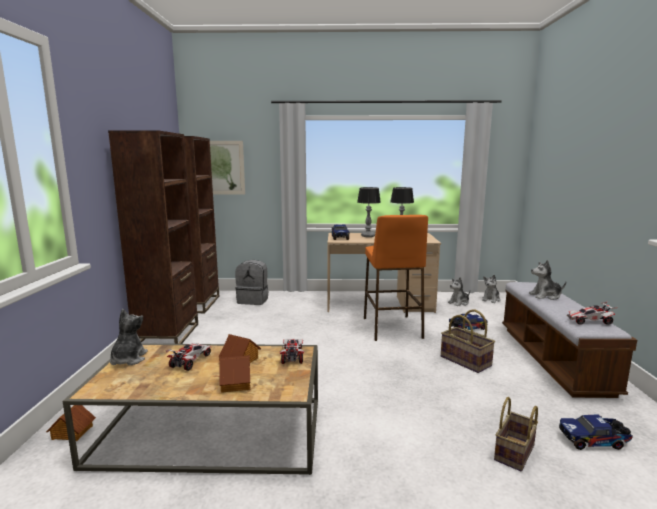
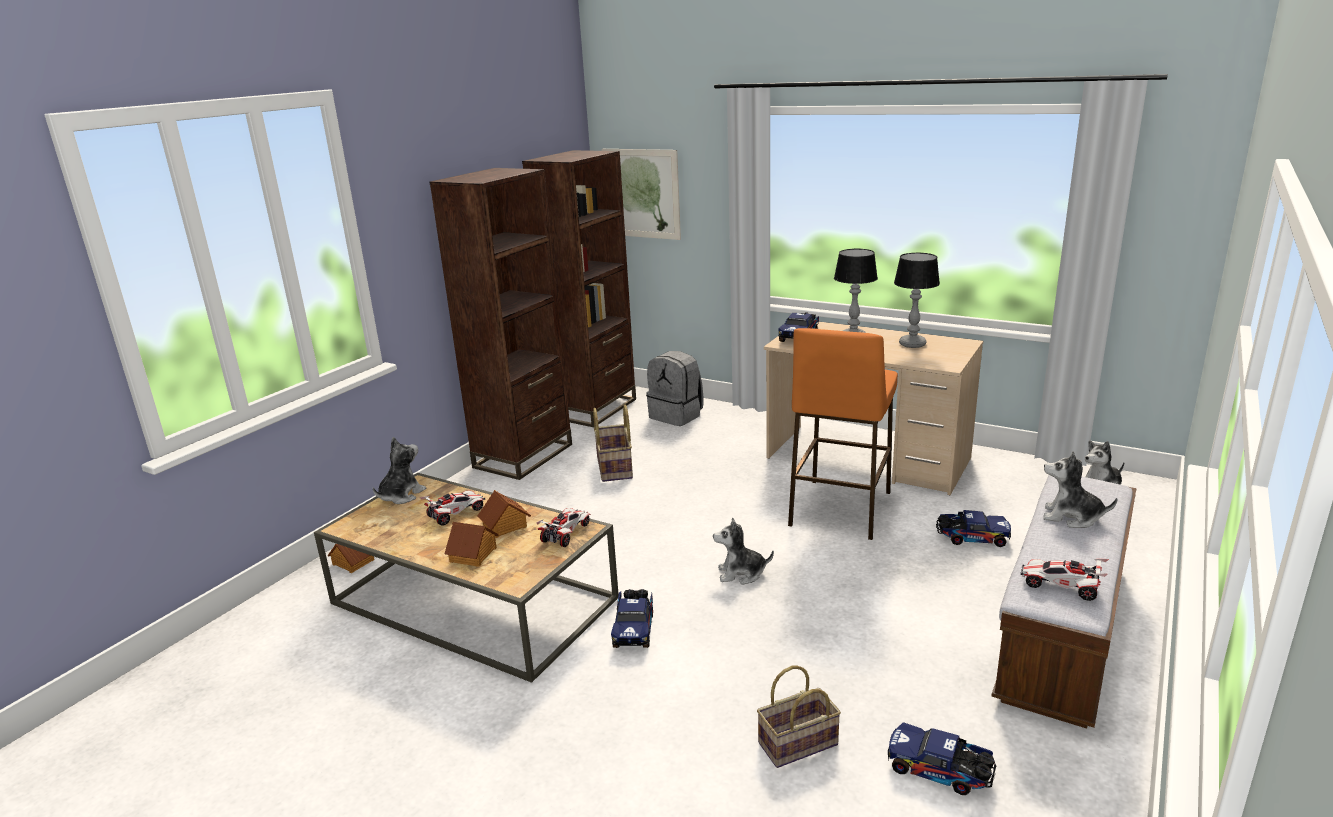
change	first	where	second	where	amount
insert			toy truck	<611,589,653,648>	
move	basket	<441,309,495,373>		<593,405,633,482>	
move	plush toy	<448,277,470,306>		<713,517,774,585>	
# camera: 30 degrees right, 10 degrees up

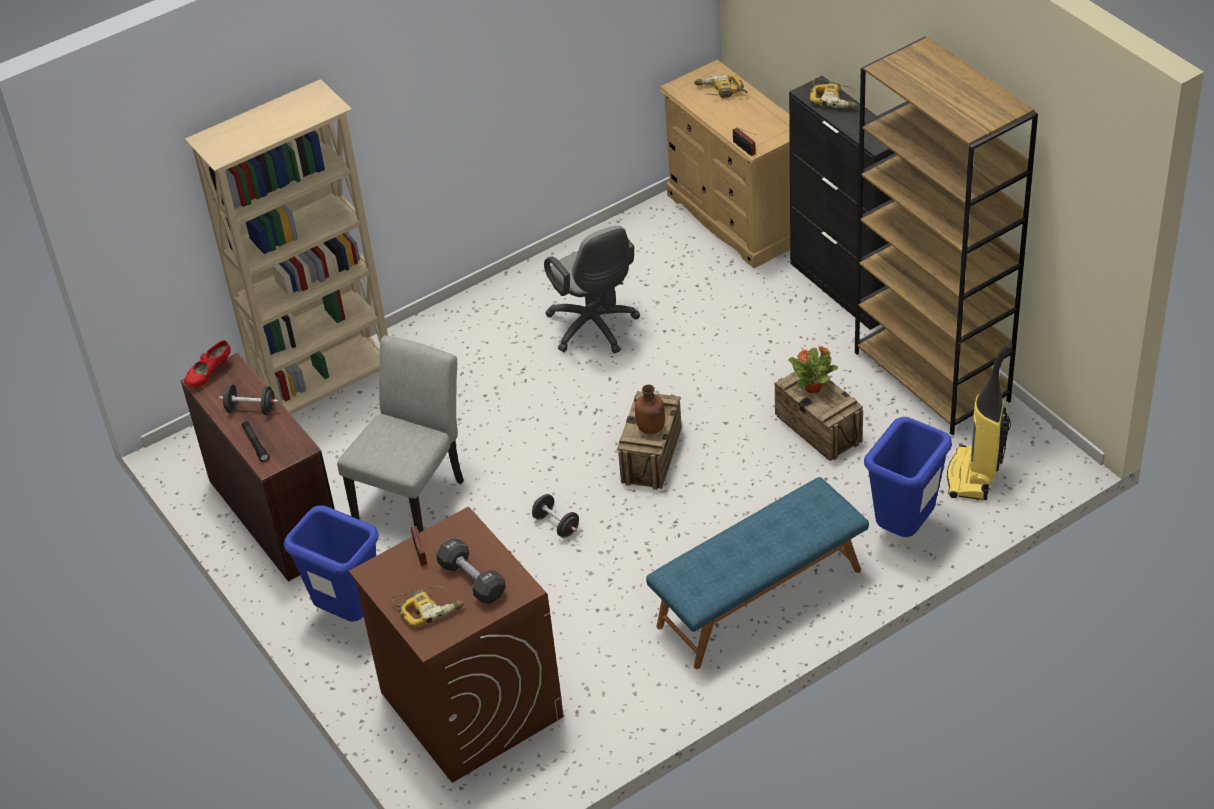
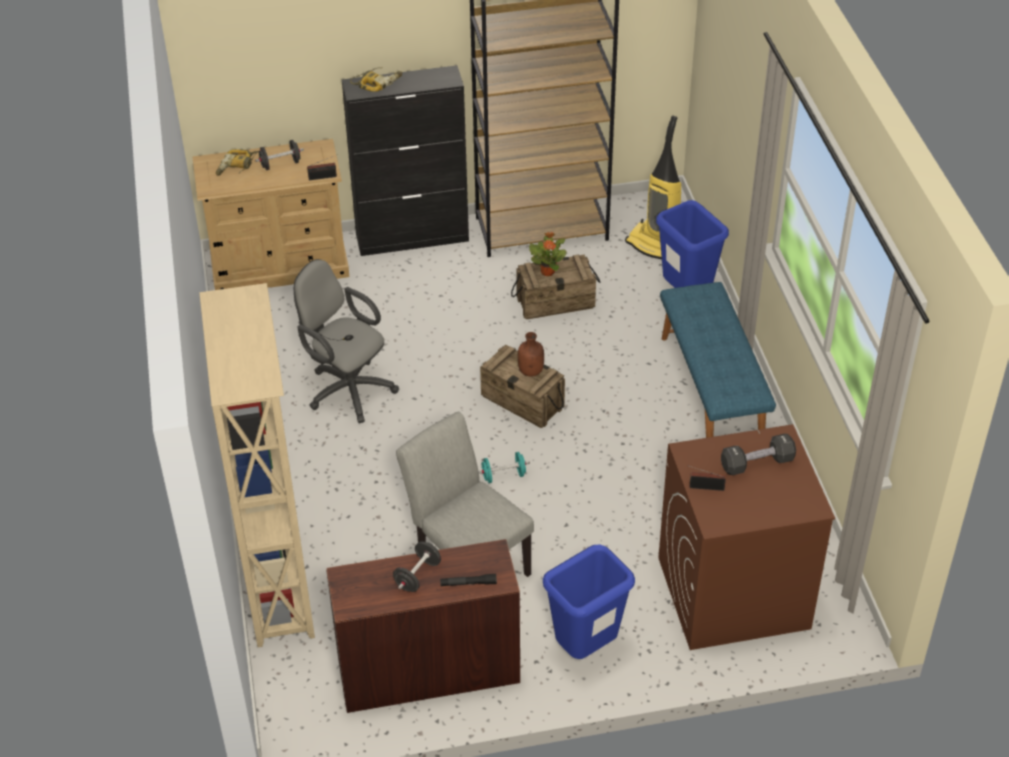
change	first	where	second	where	amount
delete	red shoe	<184,340,231,388>			
delete	power drill	<391,586,464,626>			
insert			turquoise dumbbell	<479,452,530,483>	
move	black dumbbell	<532,494,579,538>		<255,140,304,170>	
rotate	grey office chair	<544,225,640,354>		<294,259,399,423>	135 degrees counterclockwise
# camera: 70 degrees left, 0 degrees up

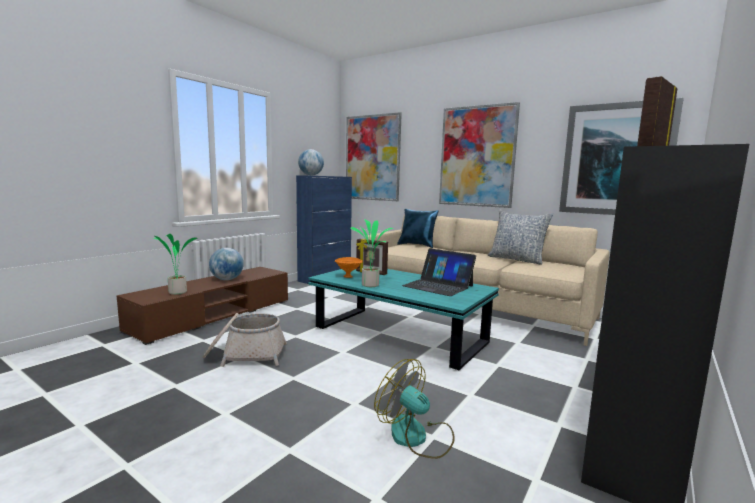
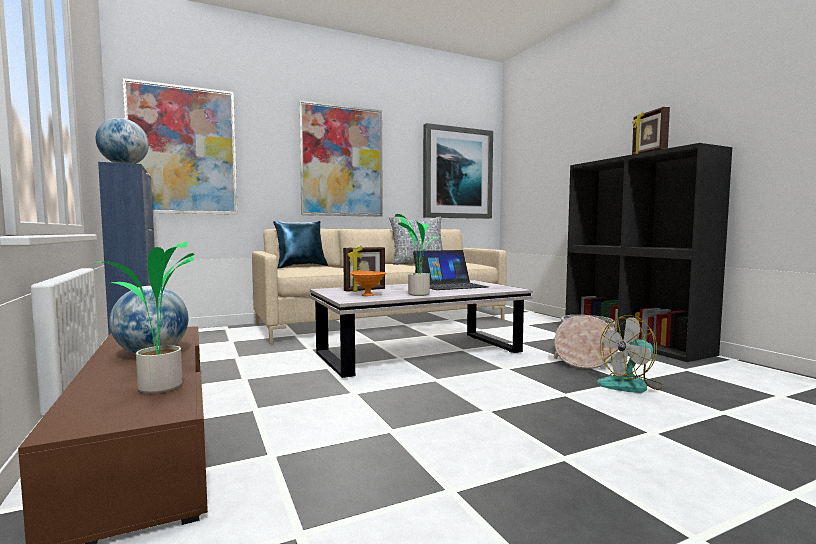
change	first	where	second	where	amount
move	basket	<203,313,287,367>		<553,315,618,369>	
recolor	turquoise coffee table	<308,269,499,370>	white coffee table	<310,280,533,378>	
# camera: 60 degrees left, 5 degrees down

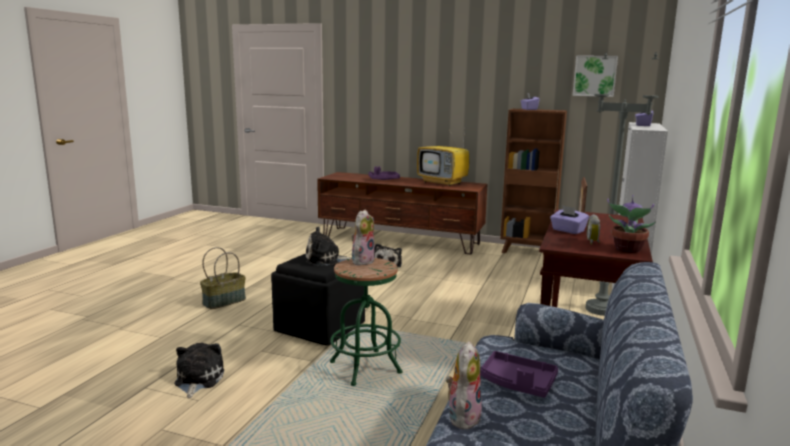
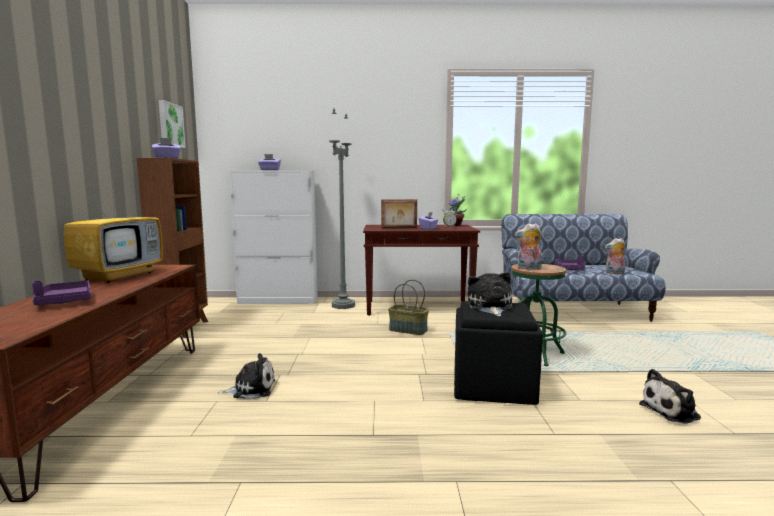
change	first	where	second	where	amount
move	basket	<200,247,246,309>		<388,280,429,335>	
rotate	plush toy	<306,227,352,265>		<468,272,513,316>	150 degrees counterclockwise
# camera: 110 degrees left, 5 degrees down

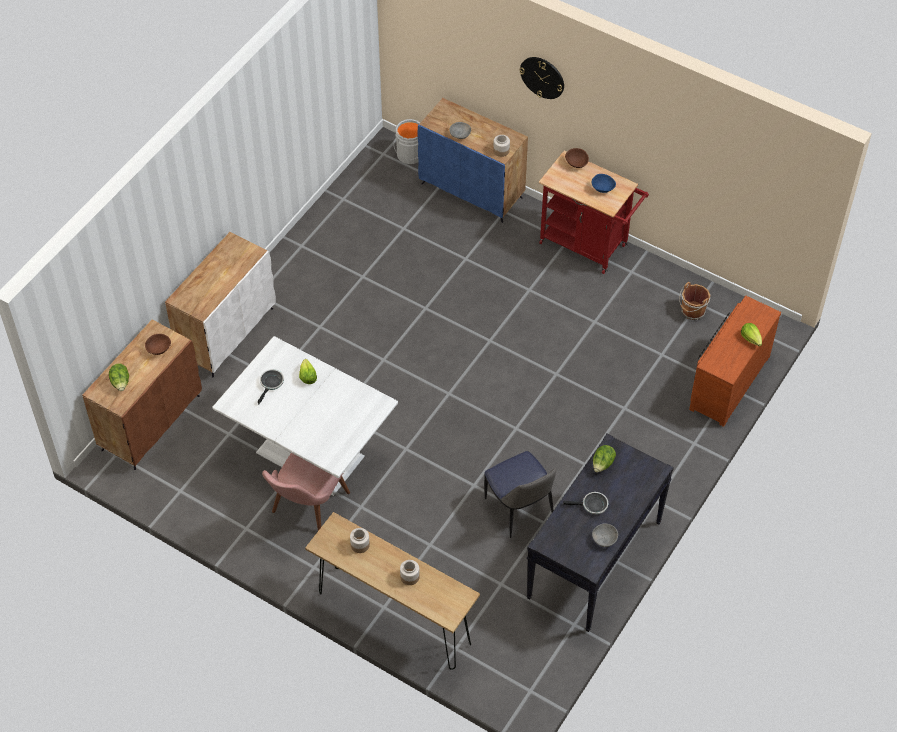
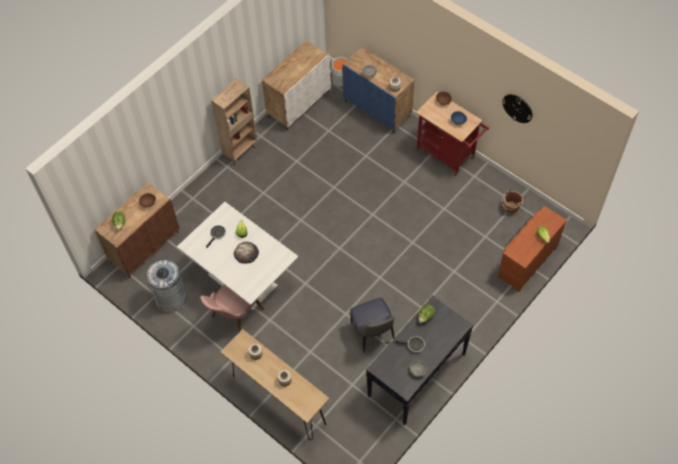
change	first	where	second	where	amount
insert			grey trash can	<146,259,187,313>	
insert			brown bookcase	<211,78,257,166>	
insert			bread	<234,242,259,264>	
move	white cabinet	<165,232,276,377>		<262,40,331,130>	
move	wall clock	<520,57,564,99>		<502,94,532,123>	
# camera: 10 degrees right, 5 degrees up

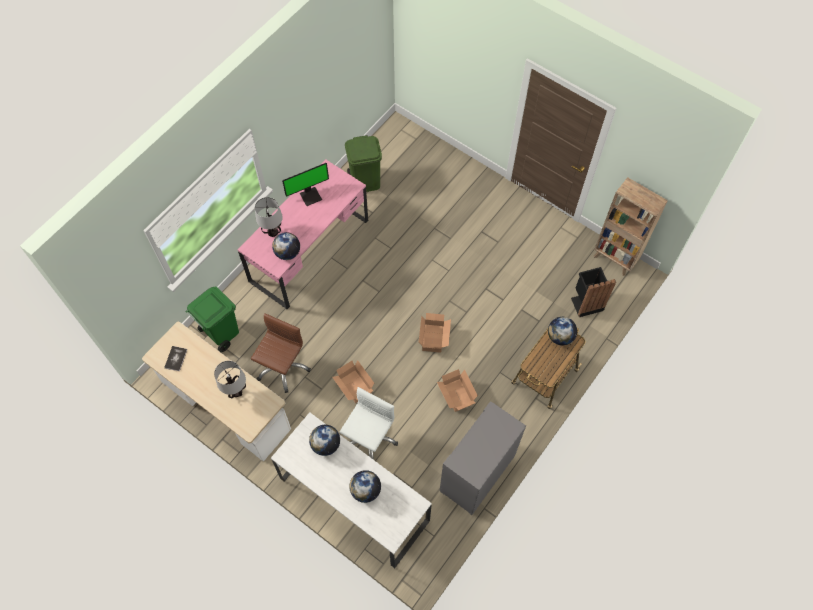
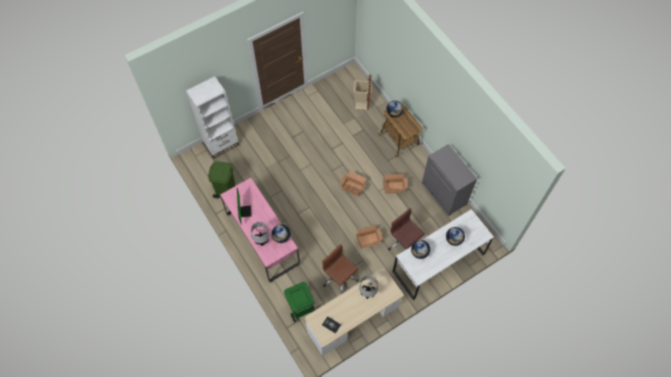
change	first	where	second	where	amount
delete	brown bookcase	<594,177,668,276>			
insert			white bookcase	<186,76,239,159>	
recolor	white office chair	<340,387,398,460>	brown office chair	<388,208,425,251>	
recolor	black trash can	<571,267,616,317>	beige trash can	<354,75,372,110>	
# camera: 70 degrees left, 0 degrees up

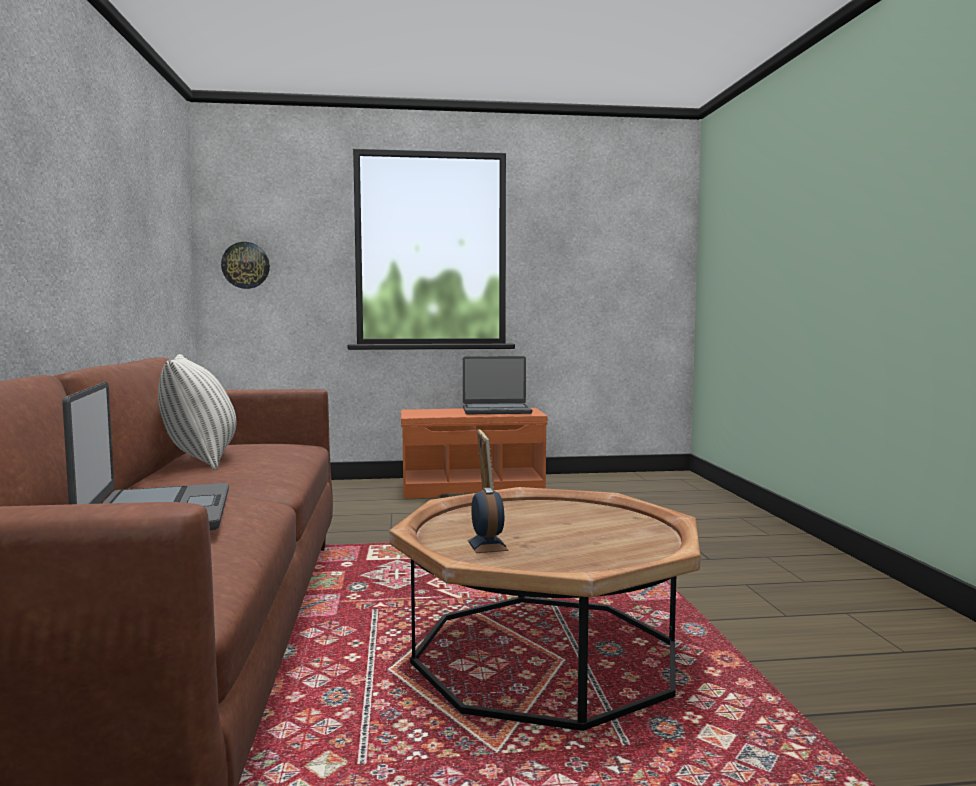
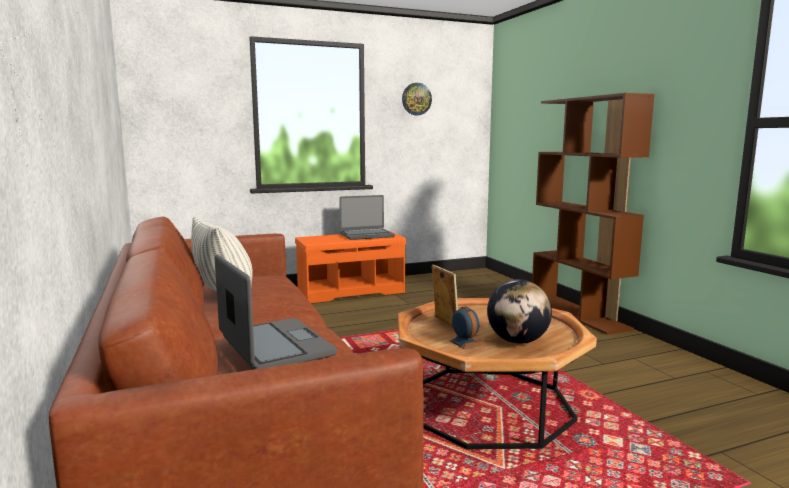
change	first	where	second	where	amount
insert			globe	<487,279,552,344>	
insert			brown bookcase	<532,93,655,335>	
move	wall clock	<221,242,270,289>		<402,83,432,115>	
# camera: 15 degrees left, 5 degrees up

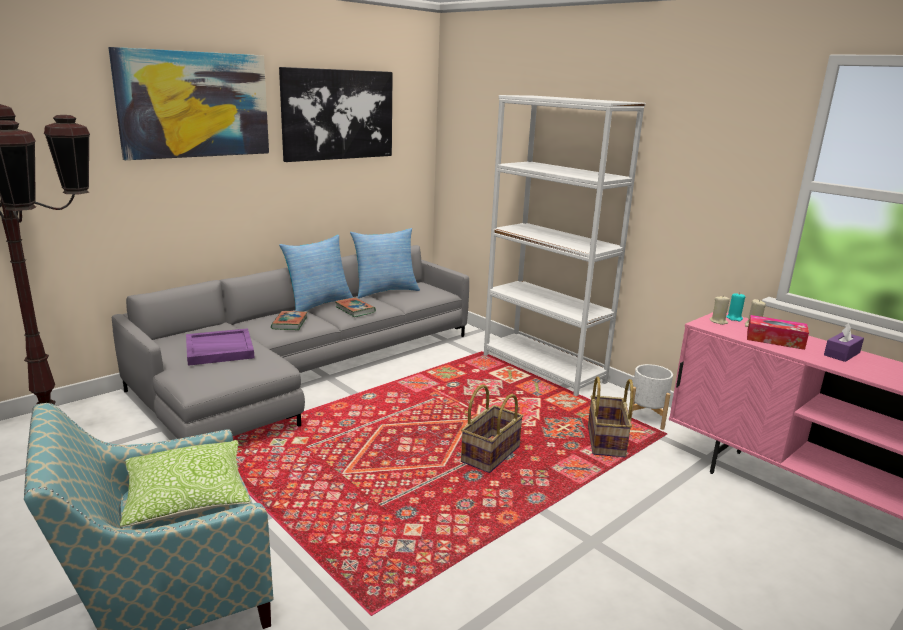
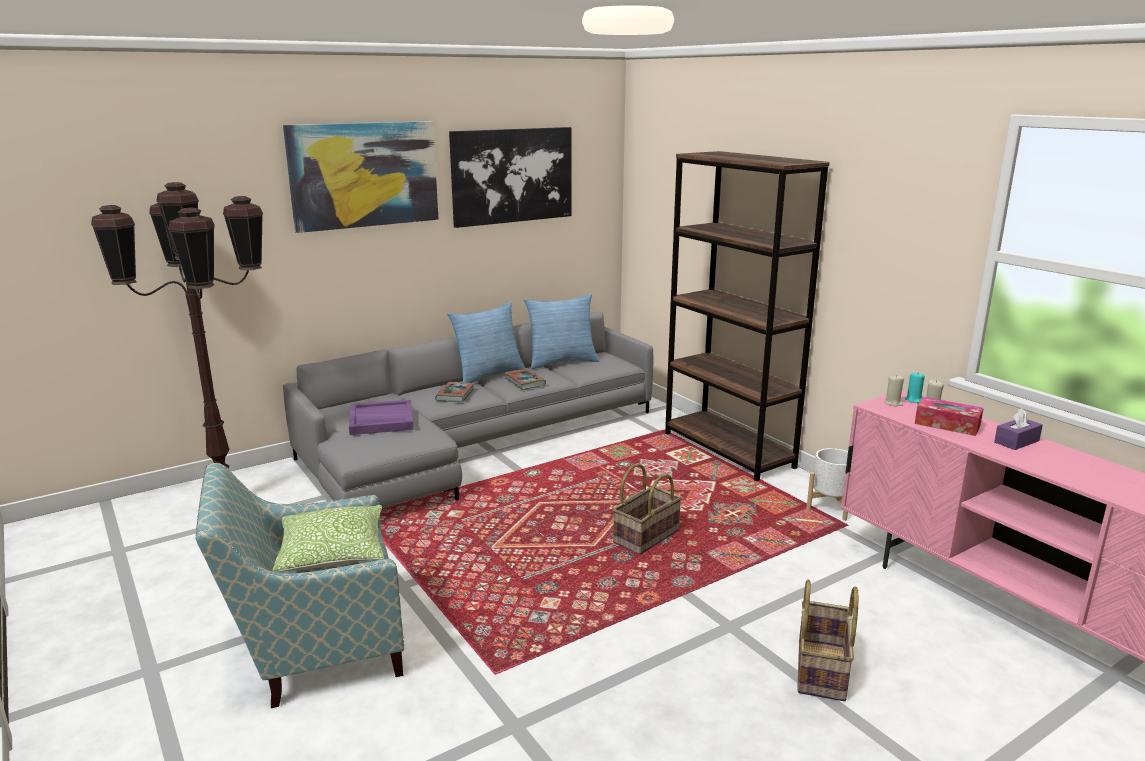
change	first	where	second	where	amount
move	basket	<588,376,634,458>		<797,580,859,701>	
recolor	white bookcase	<484,95,646,396>	brown bookcase	<665,151,830,481>	
# camera: 10 degrees right, 0 degrees up

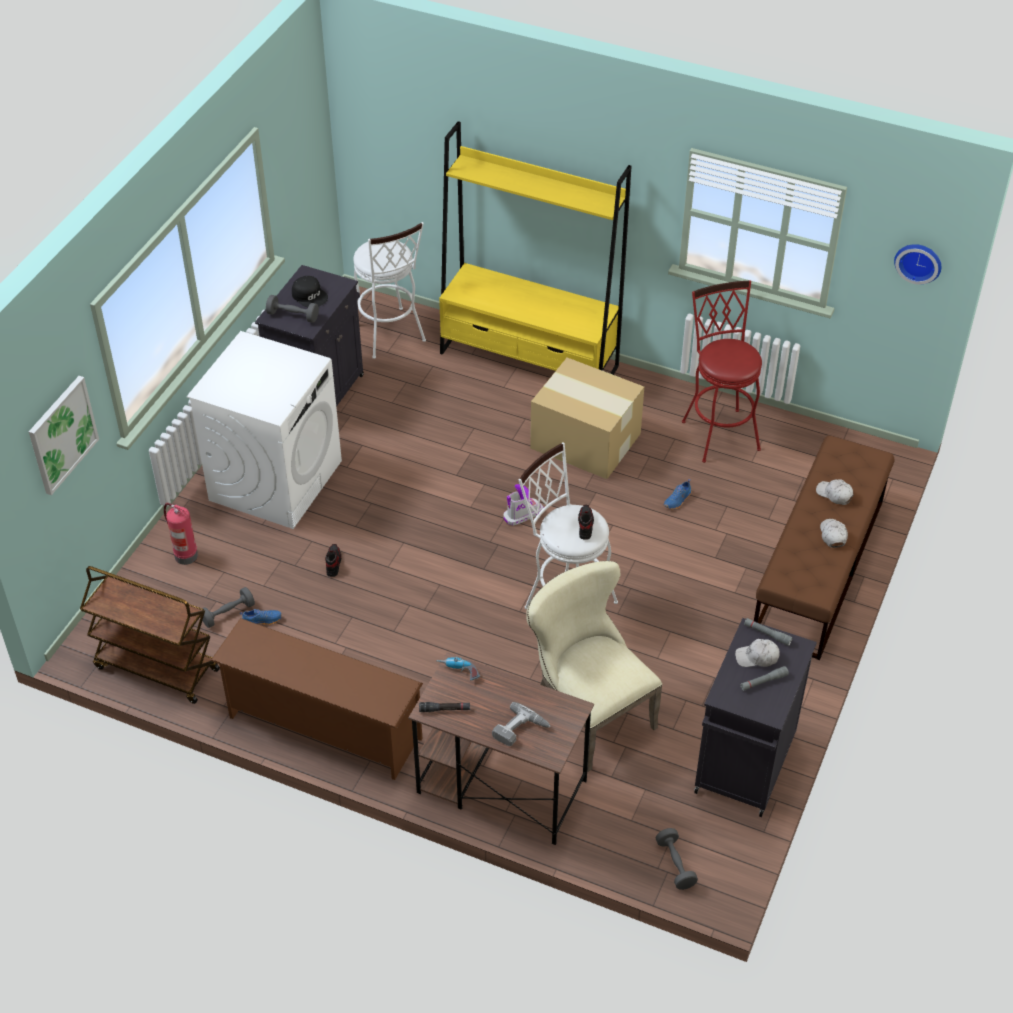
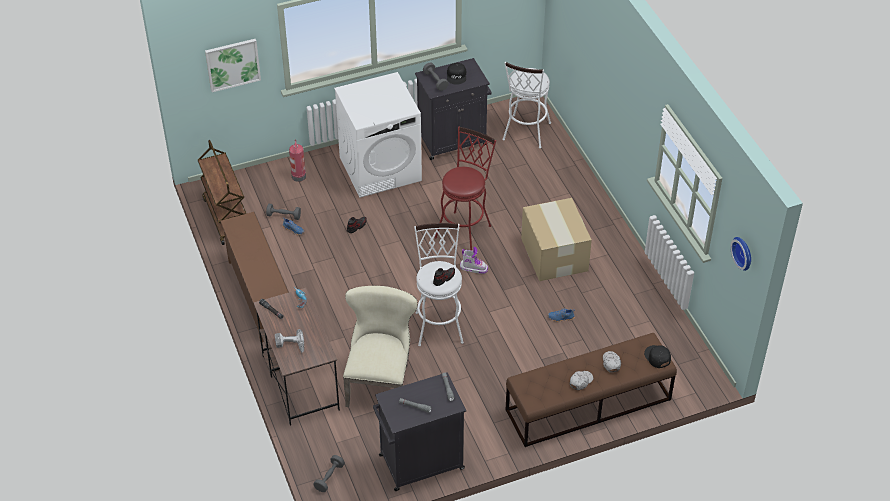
change	first	where	second	where	amount
delete	yellow bookcase	<439,121,632,375>			
delete	white cap	<735,639,780,667>			
insert			black cap	<644,345,671,368>	
move	red stool	<682,280,762,463>		<435,127,496,250>	
# camera: 45 degrees right, 0 degrees up

